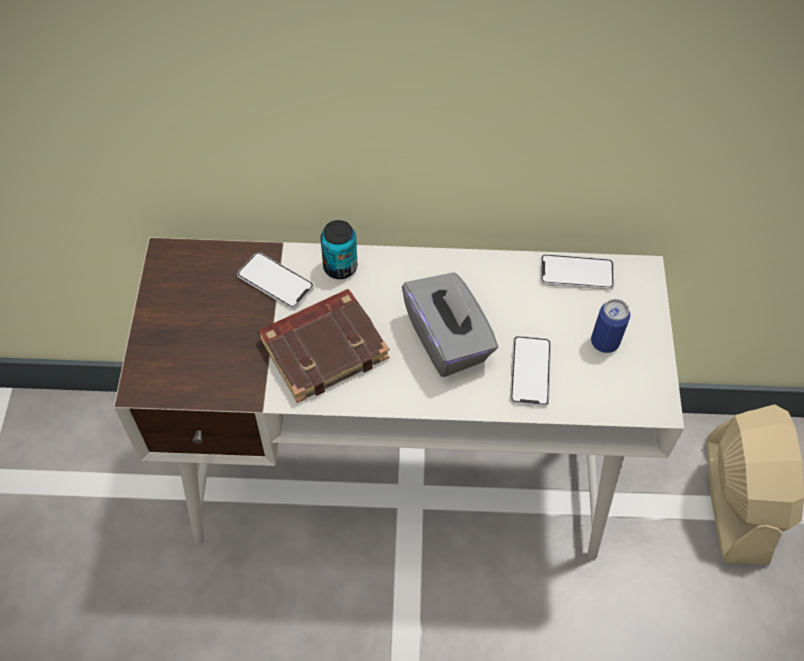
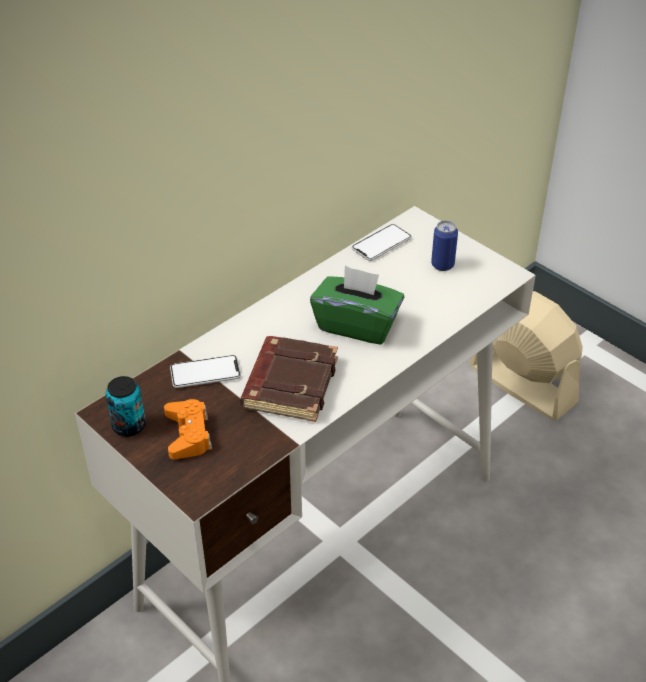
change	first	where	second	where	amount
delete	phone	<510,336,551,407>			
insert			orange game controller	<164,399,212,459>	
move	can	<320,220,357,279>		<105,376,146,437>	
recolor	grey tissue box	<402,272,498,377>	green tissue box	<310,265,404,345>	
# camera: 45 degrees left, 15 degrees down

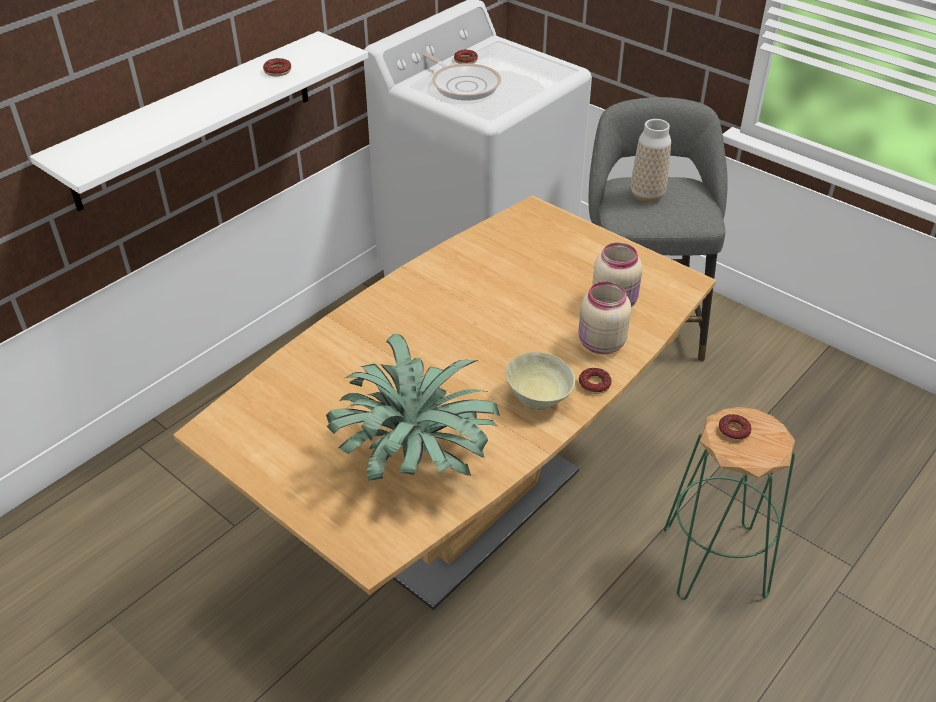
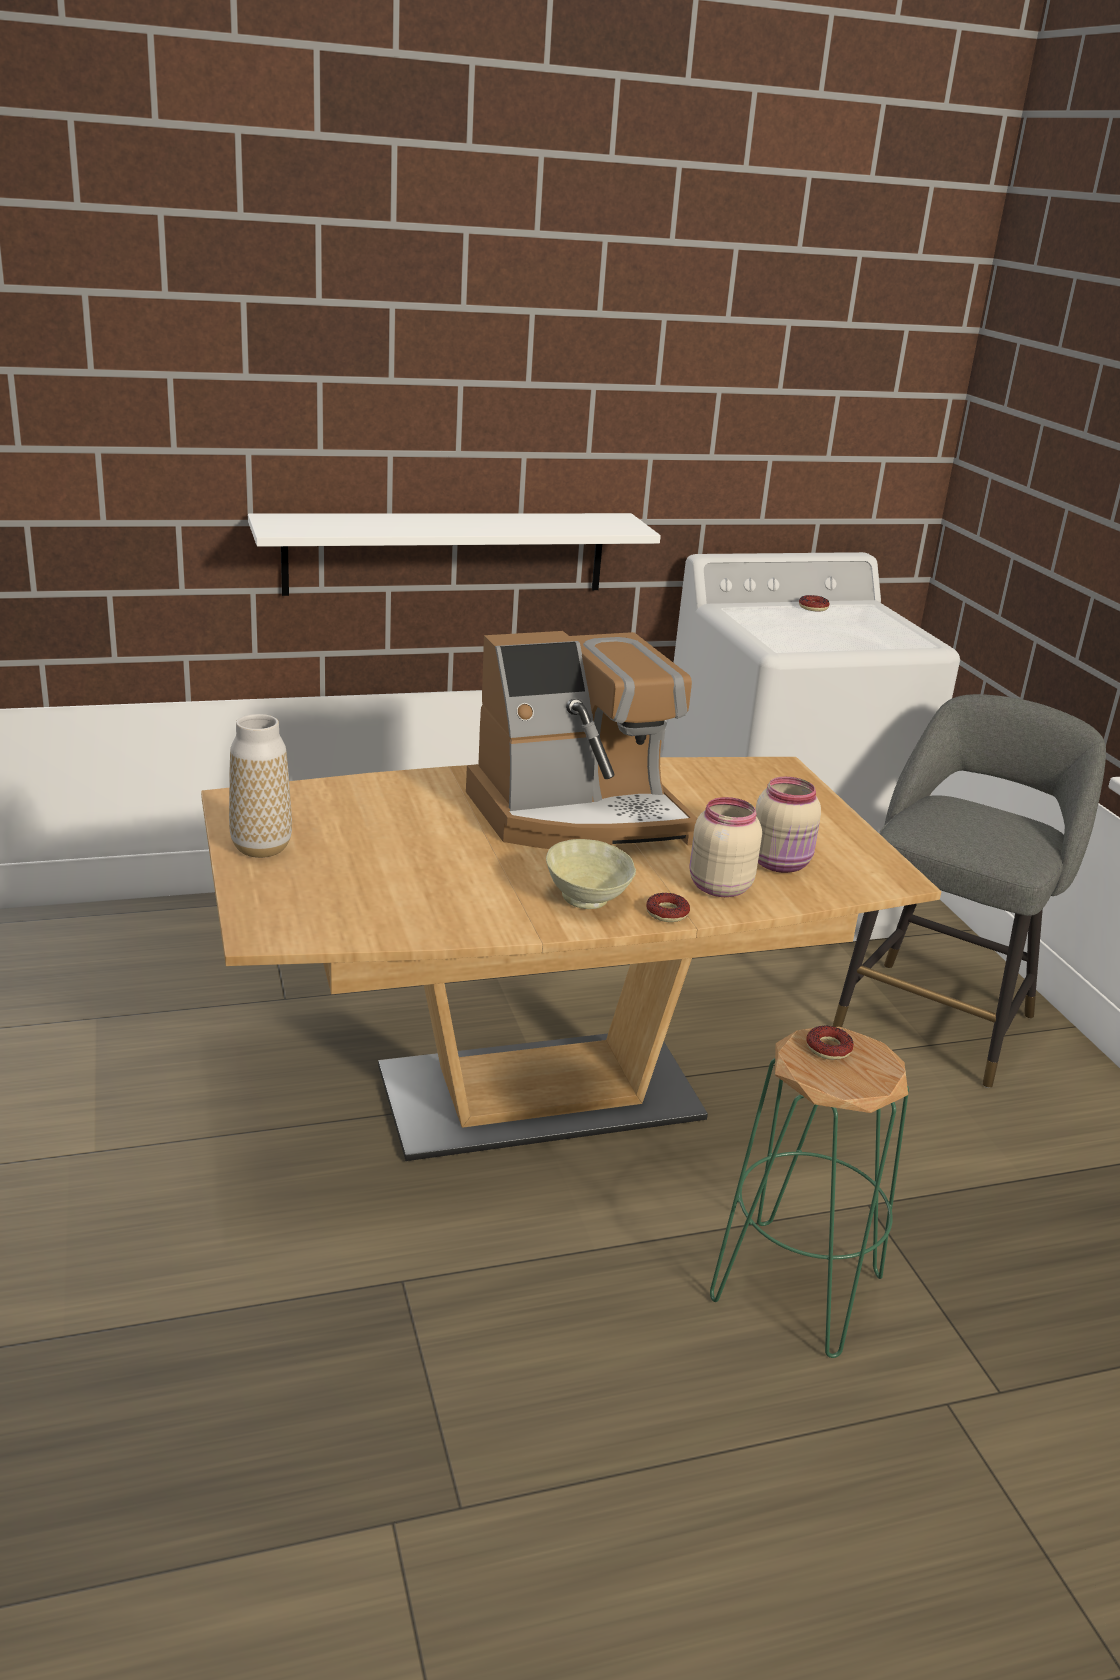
change	first	where	second	where	amount
delete	donut	<263,58,291,76>			
delete	potted plant	<326,334,500,481>			
delete	frying pan	<422,53,501,101>			
insert			coffee machine	<466,631,697,849>	
move	vase	<631,119,671,203>		<229,714,292,858>	
# camera: 30 degrees right, 15 degrees down

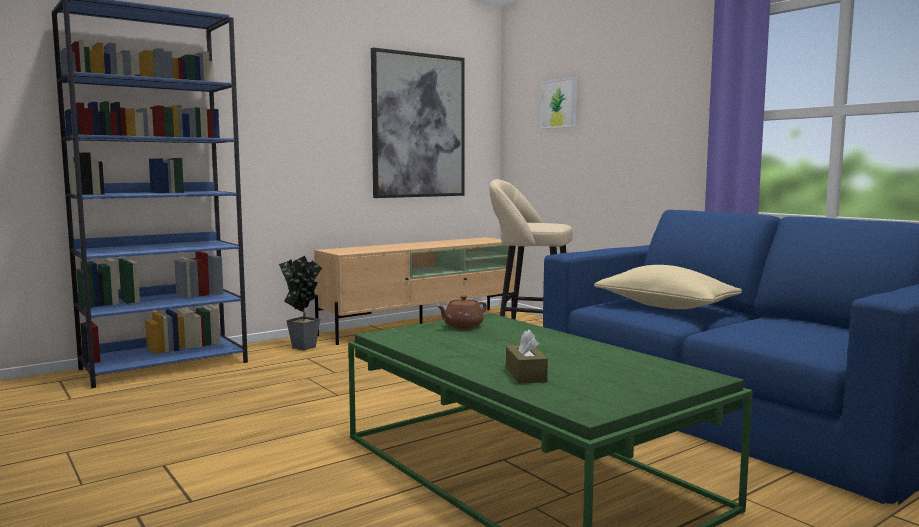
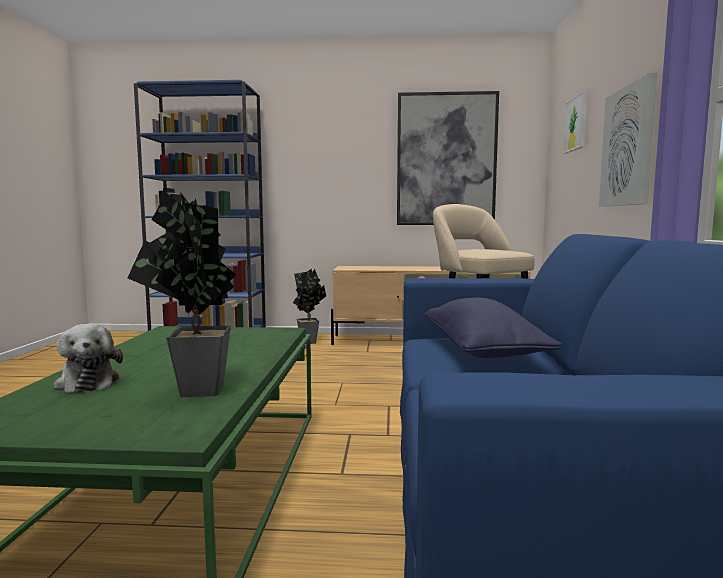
change	first	where	second	where	amount
delete	brown teapot	<436,296,487,329>			
insert			potted plant	<128,192,236,397>	
insert			picture	<599,72,657,207>	
replace	brown tissue box	<506,329,548,384>	plush toy	<53,324,123,393>	
recolor	beige pillow	<594,265,742,309>	blue pillow	<424,298,562,358>	
# camera: 40 degrees right, 0 degrees up

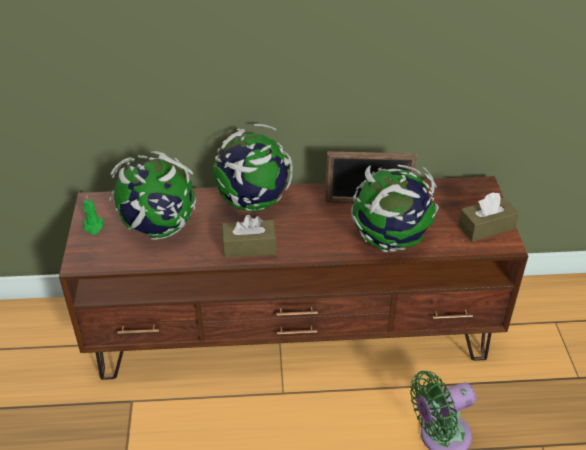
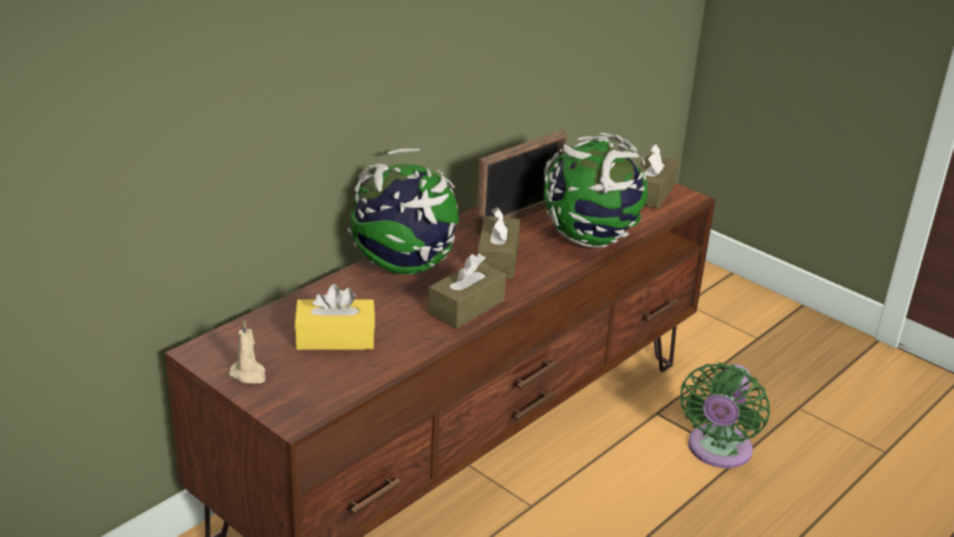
change	first	where	second	where	amount
insert			brown tissue box	<477,207,520,279>	
replace	globe	<109,151,196,240>	yellow tissue box	<294,284,375,350>	
recolor	green candle	<83,194,104,235>	beige candle	<229,320,266,384>	
# camera: 45 degrees left, 10 degrees down

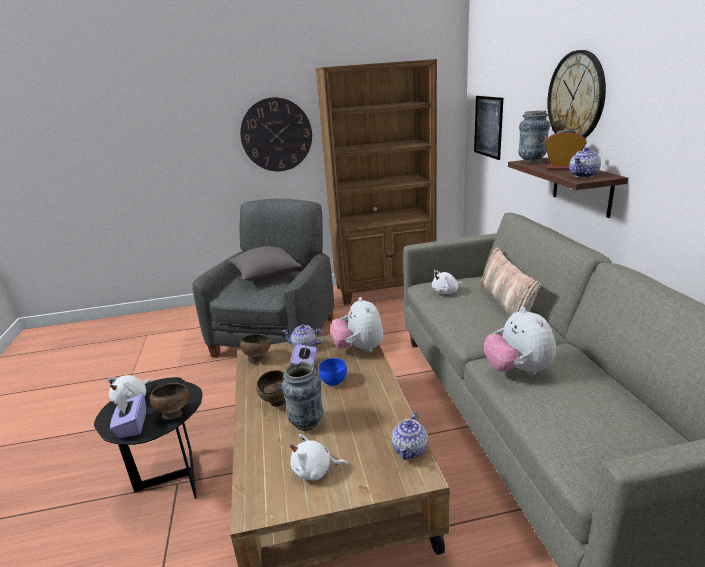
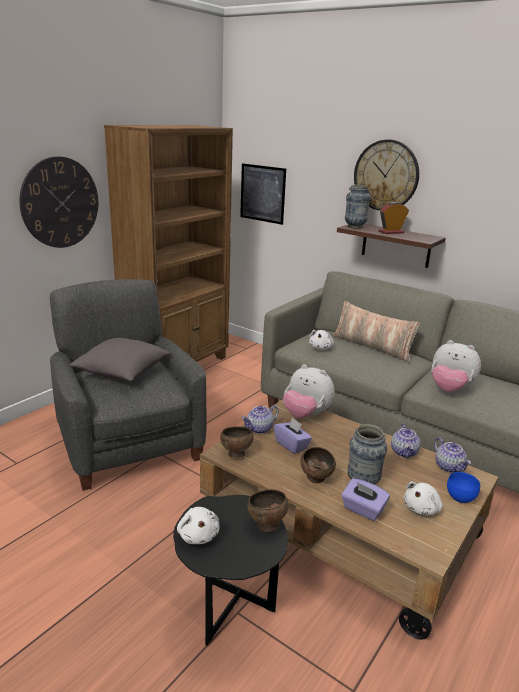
change	first	where	second	where	amount
move	purple tissue box	<110,394,146,438>		<341,478,390,521>	
move	blue bowl	<319,358,347,386>		<447,472,480,503>	
move	teapot	<569,147,601,178>		<391,423,420,458>	
# camera: 45 degrees left, 0 degrees up

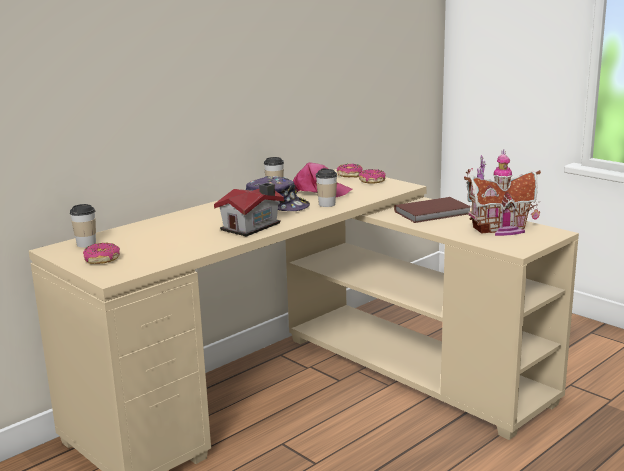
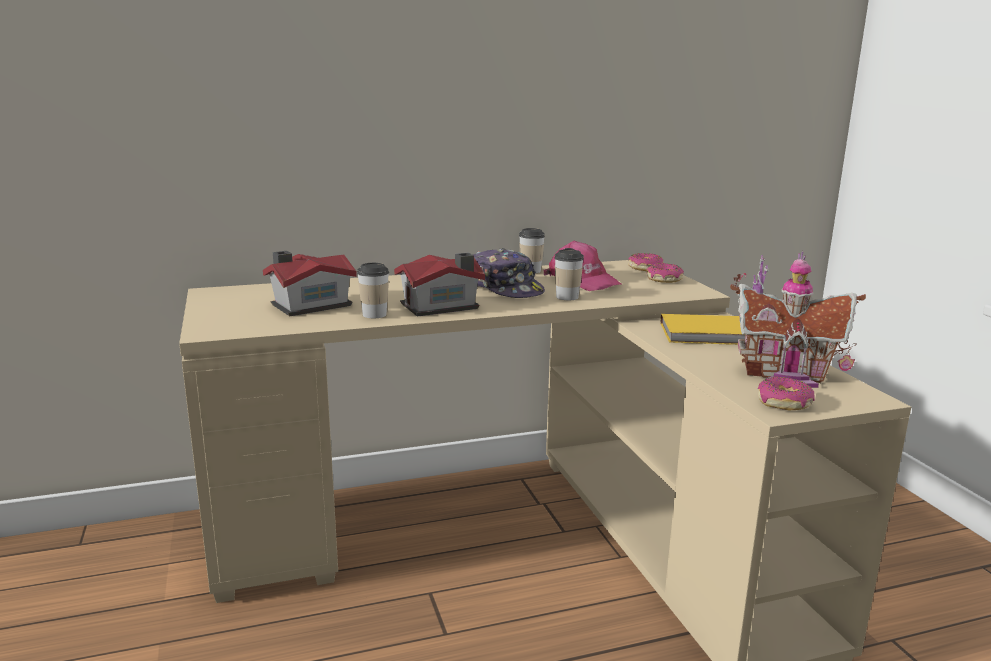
change	first	where	second	where	amount
insert			toy house	<263,251,357,316>	
move	cup	<70,204,96,248>		<357,263,389,318>	
move	donut	<83,243,120,264>		<758,377,815,410>	
recolor	brown book	<394,197,471,223>	yellow book	<660,314,745,345>	
# camera: 25 degrees right, 0 degrees up

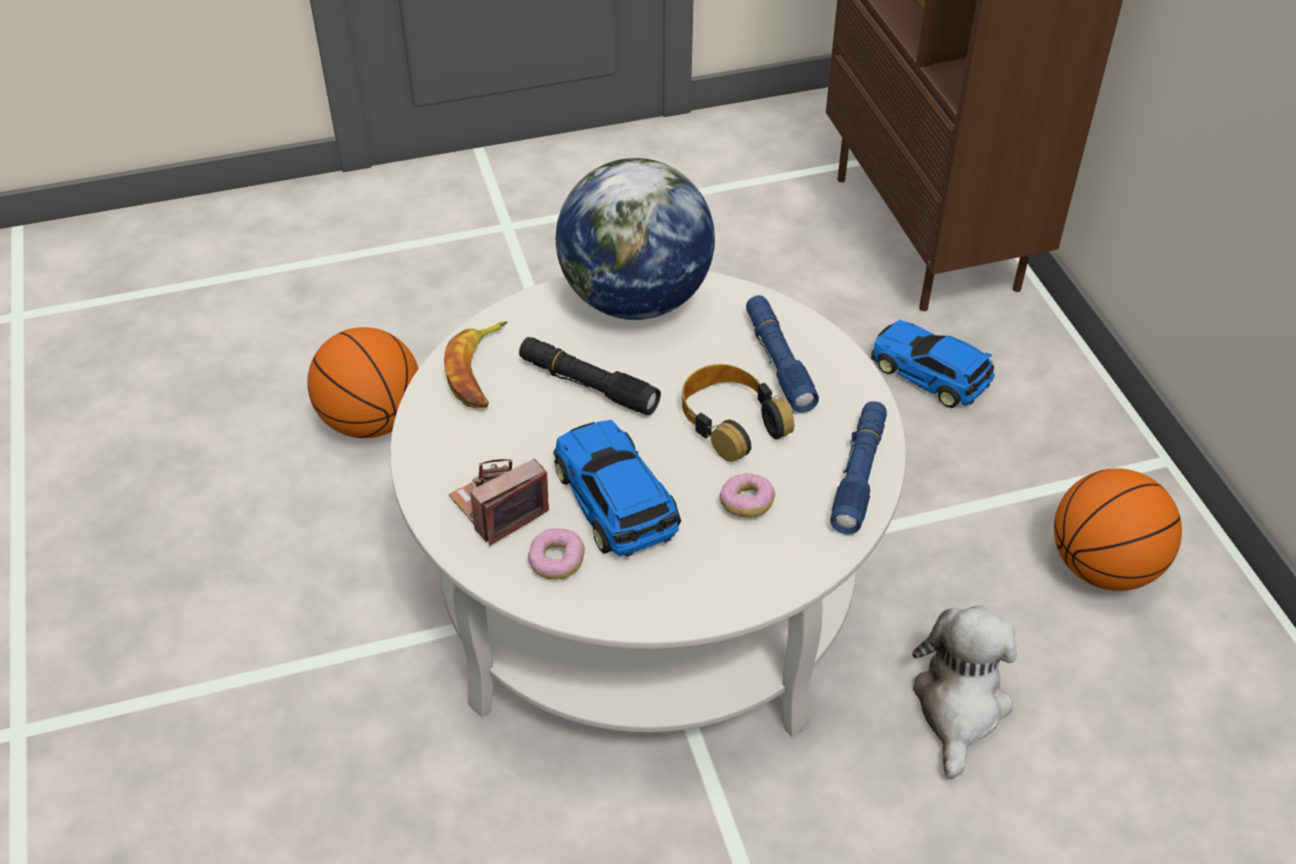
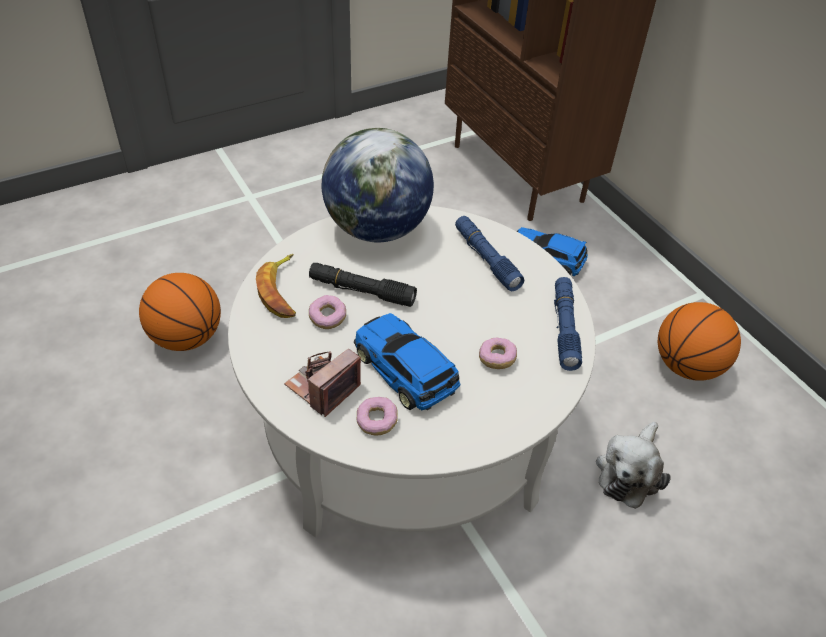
change	first	where	second	where	amount
delete	headphones	<682,364,794,462>			
insert			donut	<309,295,346,329>	
rotate	plush toy	<912,606,1017,779>		<596,422,671,509>	150 degrees counterclockwise
# camera: 15 degrees left, 0 degrees up

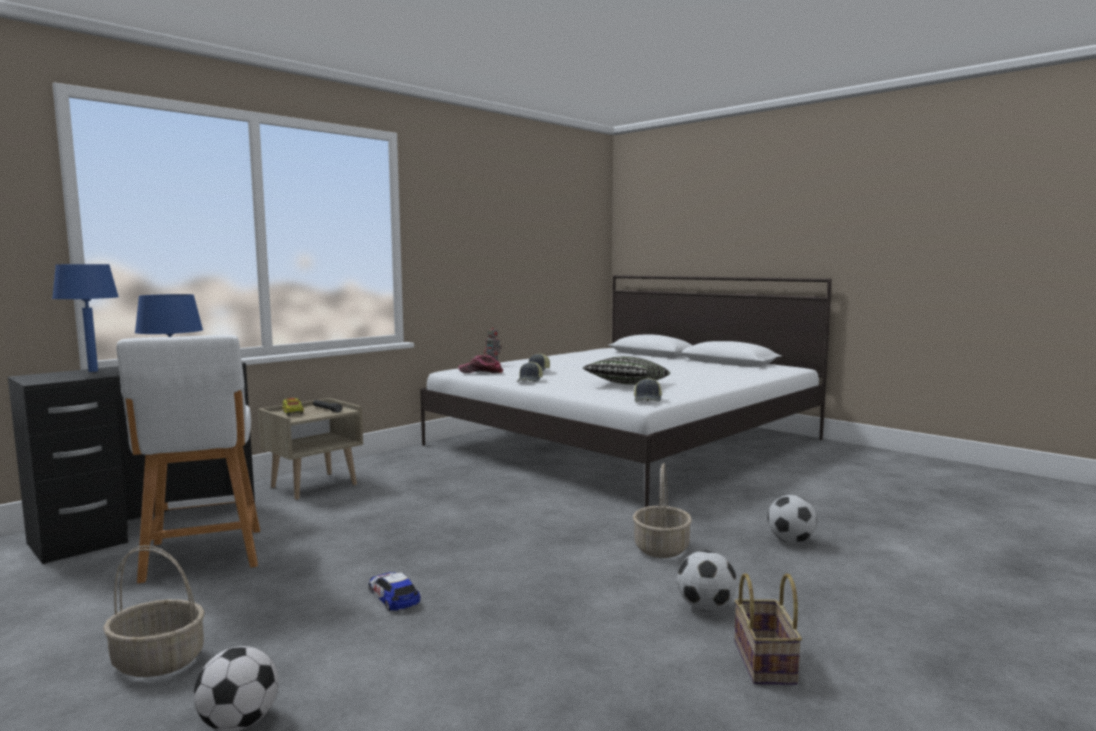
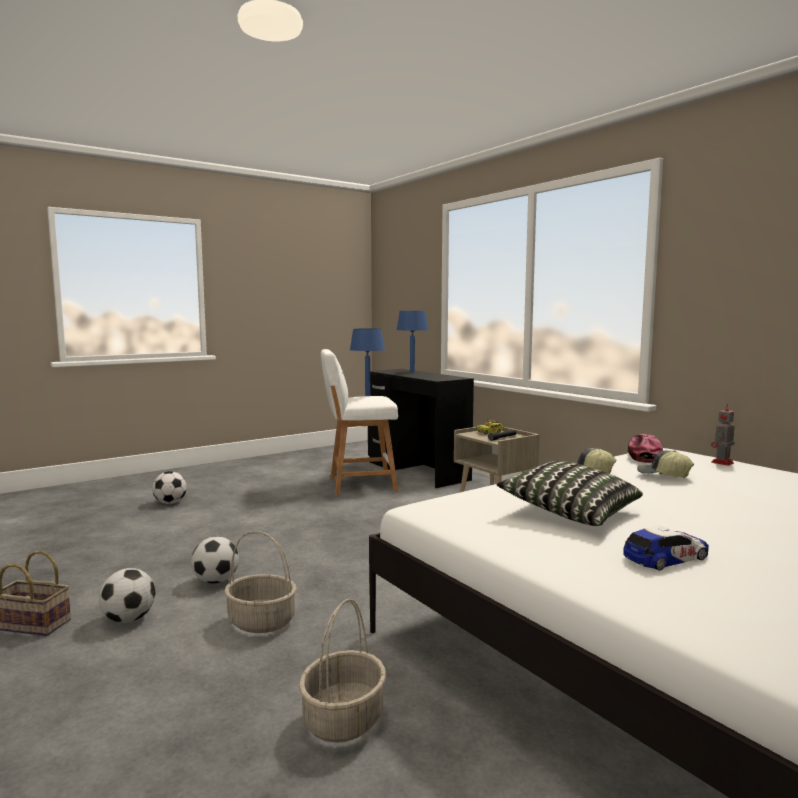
change	first	where	second	where	amount
delete	cap	<634,378,662,402>			
move	basket	<103,545,205,677>		<299,599,386,743>	
move	toy car	<369,572,420,611>		<623,526,709,571>	
move	football	<767,495,817,543>		<191,536,239,584>	
# camera: 100 degrees right, 0 degrees up

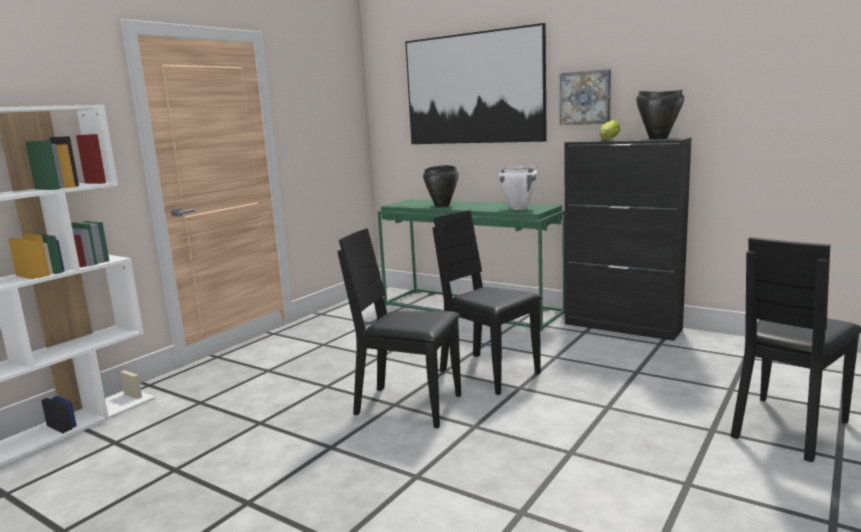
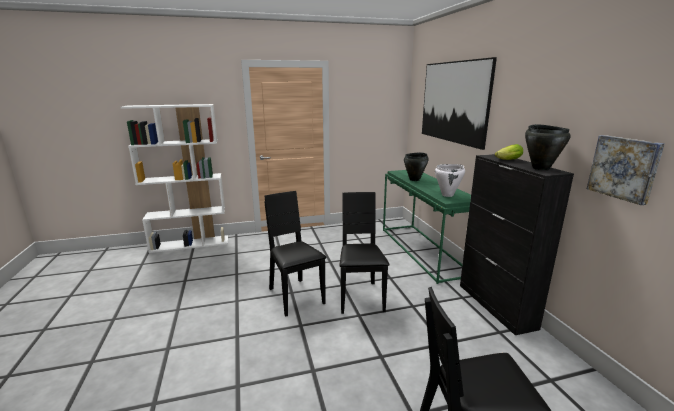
change	first	where	second	where	amount
move	picture	<560,69,611,125>		<587,135,665,205>	
# camera: 40 degrees right, 5 degrees up

